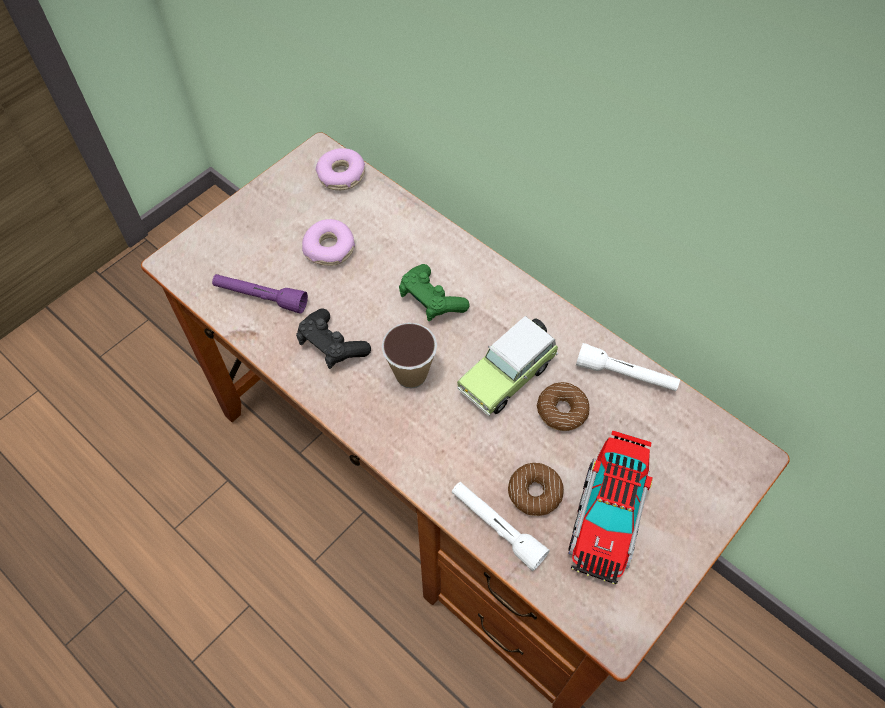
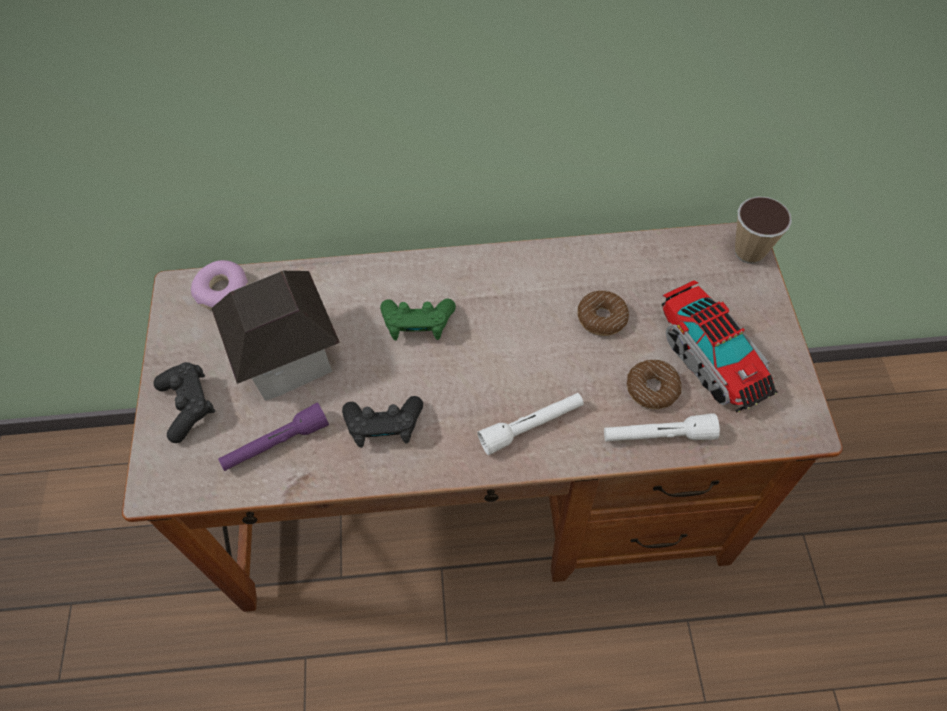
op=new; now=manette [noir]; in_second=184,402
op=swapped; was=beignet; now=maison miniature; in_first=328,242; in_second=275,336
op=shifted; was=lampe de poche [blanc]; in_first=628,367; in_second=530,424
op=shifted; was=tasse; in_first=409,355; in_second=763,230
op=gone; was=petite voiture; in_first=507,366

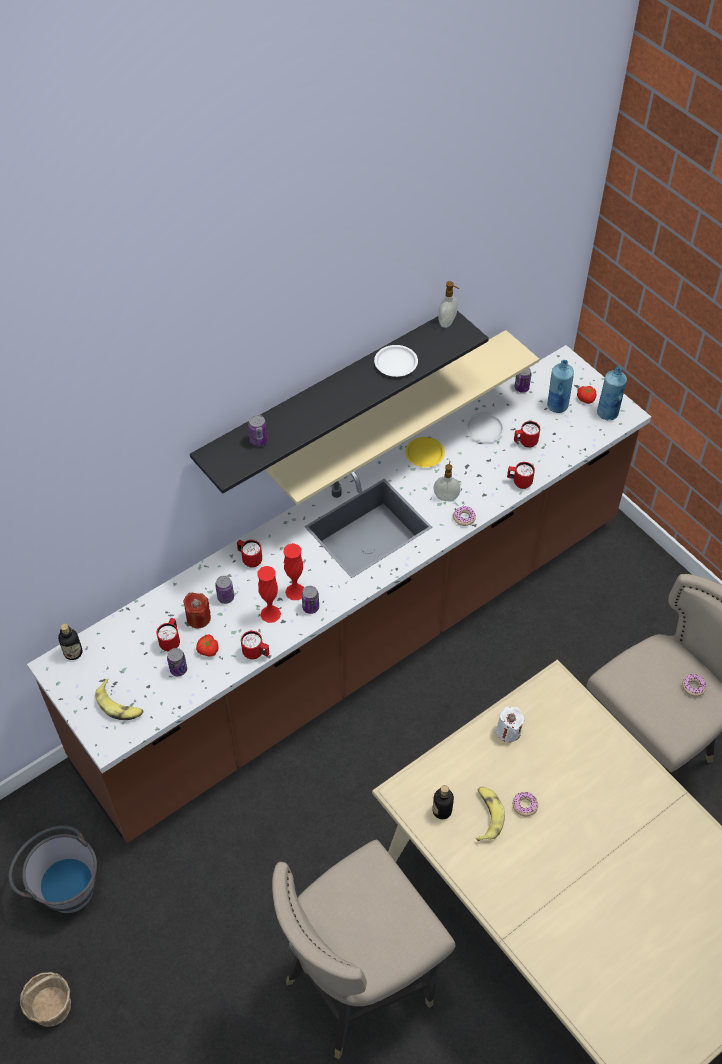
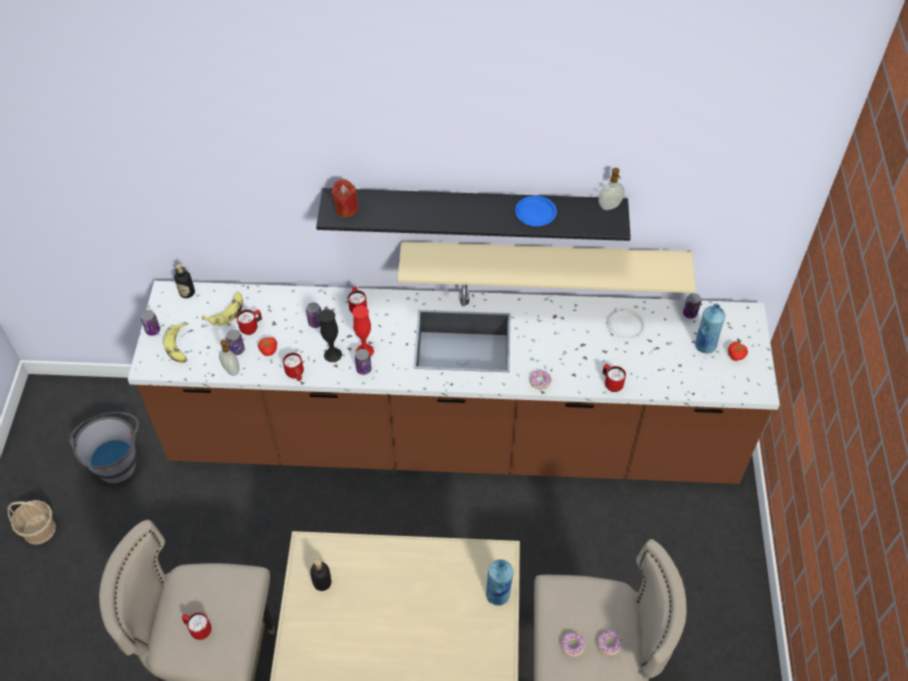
op=shifted; was=boîte métallique; in_first=258,430; in_second=150,323
op=shifted; was=mug [rouge]; in_first=527,434; in_second=196,626
op=shifted; was=banane; in_first=490,814; in_second=222,309
op=shifted; was=distributeur de savon; in_first=447,481; in_second=229,357
op=repainted; was=vase [rouge]; now=vase [noir]; in_first=269,594; in_second=330,335
op=shifted; was=bougie [rouge]; in_first=197,610; in_second=345,198
op=shifted; was=bouteille [bleu]; in_first=612,393; in_second=499,582
op=repainted; was=assiette [blanc]; now=assiette [bleu]; in_first=396,361; in_second=536,211
op=shifted; was=beignet; in_first=525,804; in_second=573,644
op=gone; was=assiette [jaune]; in_first=425,452
op=gone; was=bougie [blanc]; in_first=510,724

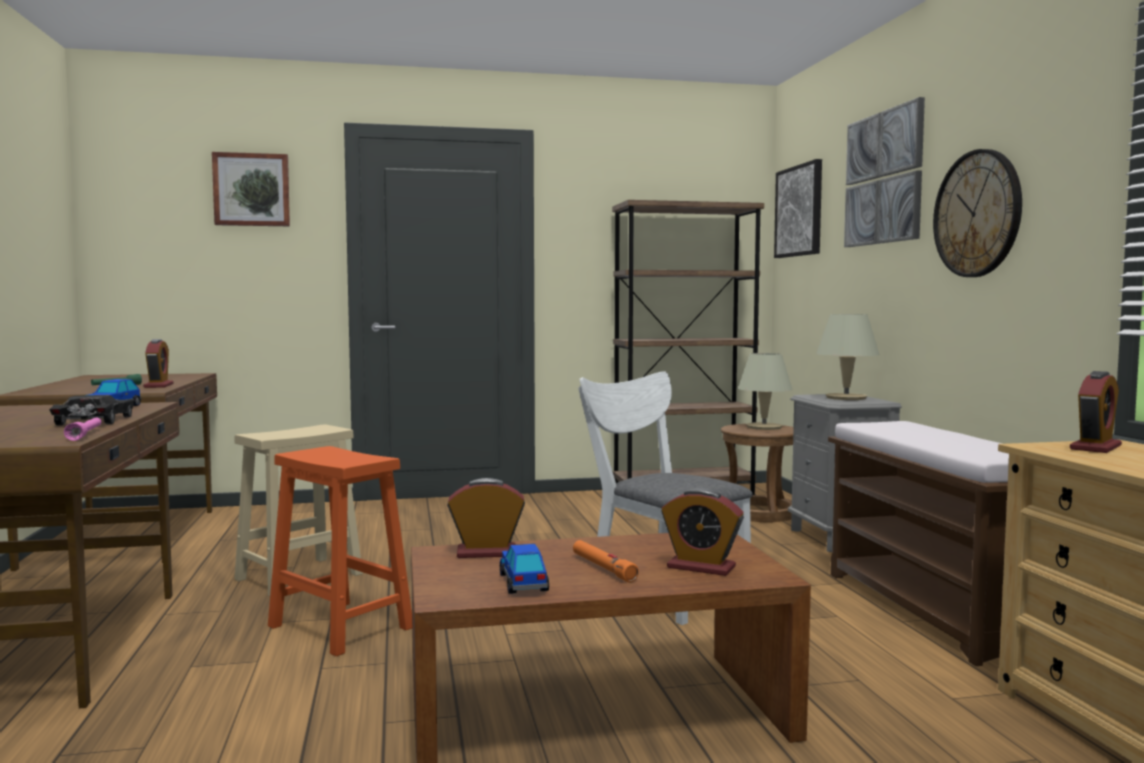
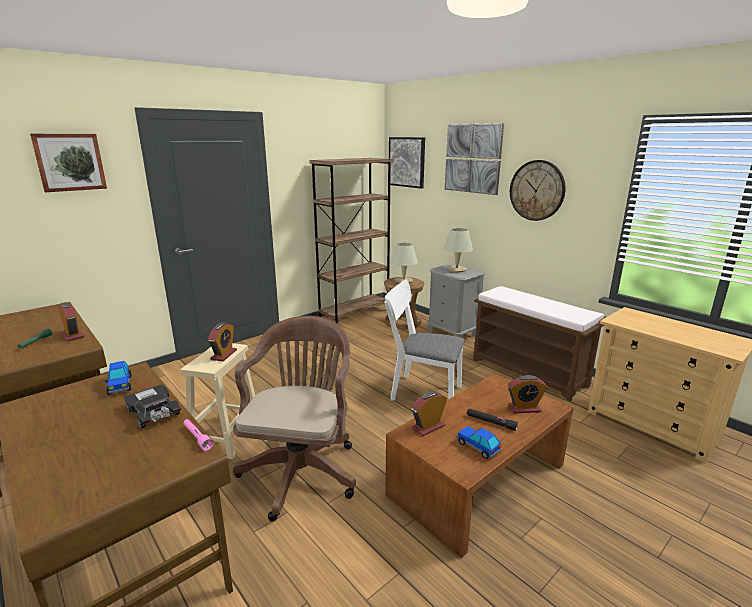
op=shifted; was=réveil; in_first=1096,412; in_second=222,341
op=swapped; was=tabouret [orange]; now=chaise de bureau [marron]; in_first=340,551; in_second=294,419
op=repainted; was=lampe de poche [orange]; now=lampe de poche [noir]; in_first=606,561; in_second=492,420

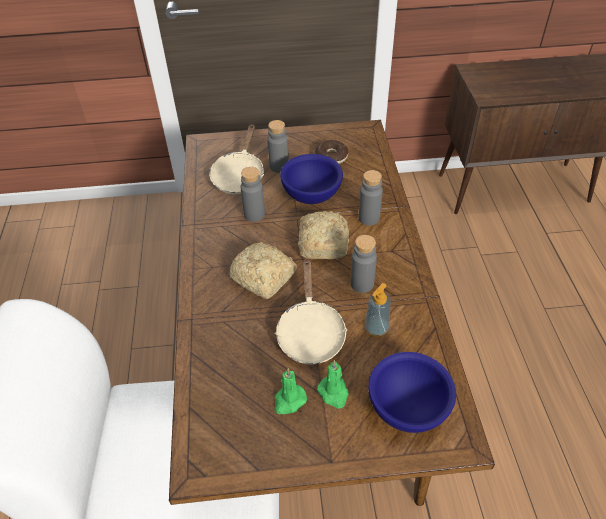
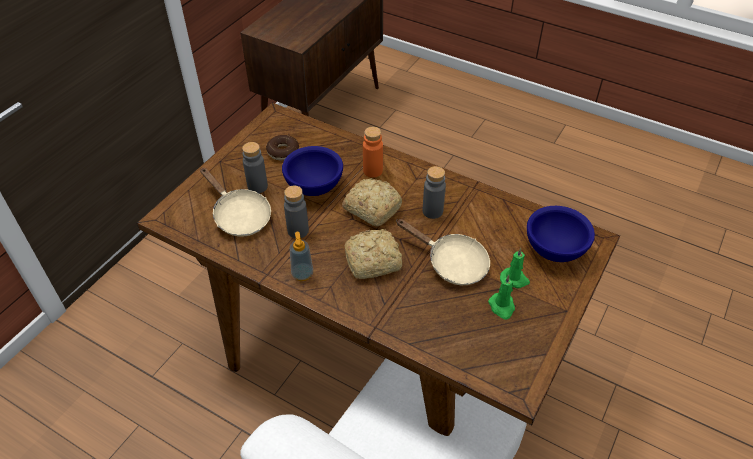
op=shifted; was=distributeur de savon; in_first=378,310; in_second=301,256
op=repainted; was=bouteille [gris]; now=bouteille [orange]; in_first=371,198; in_second=373,152

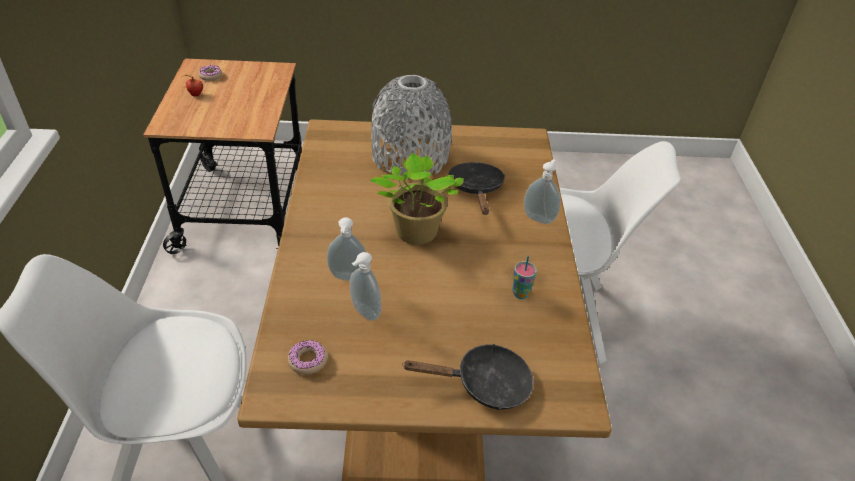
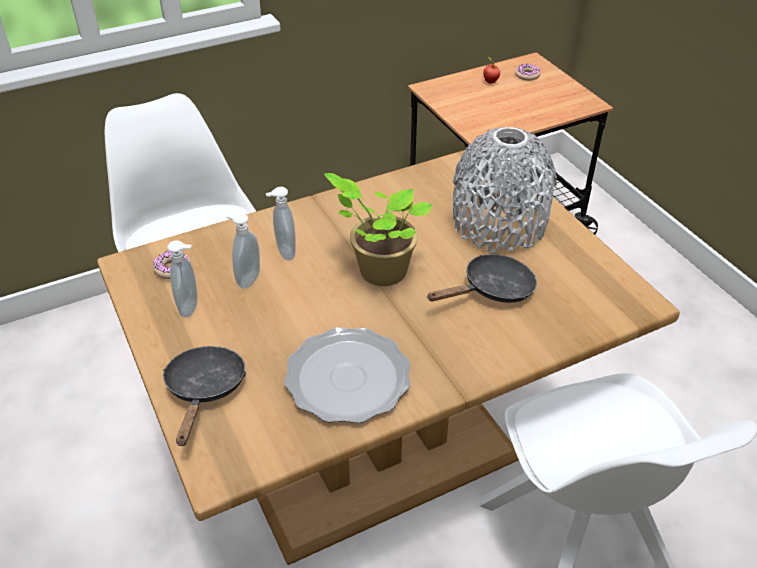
op=rotated; was=poêle [noir]; in_first=468,377; in_second=204,396; clockwise=-150
op=shifted; was=distributeur de savon; in_first=542,191; in_second=182,279
op=swapped; was=tasse; now=assiette; in_first=524,277; in_second=347,375

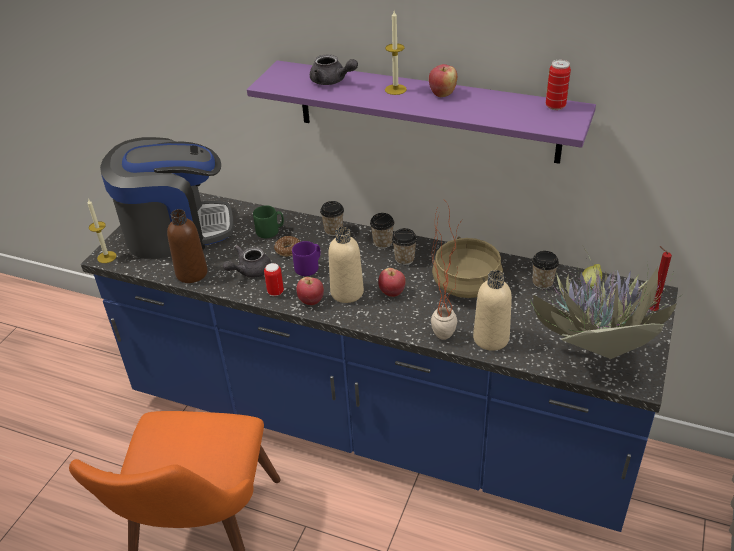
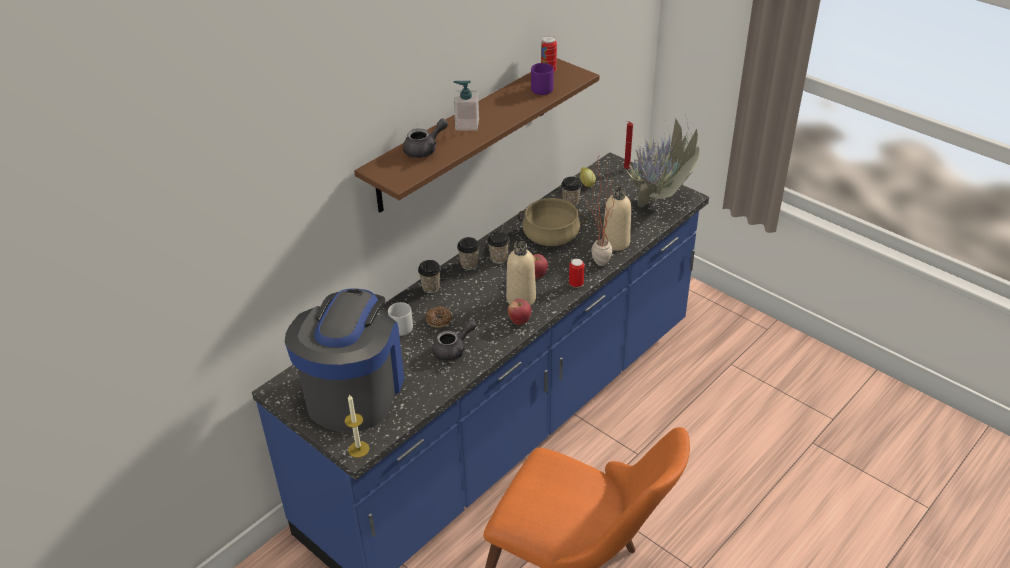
op=repainted; was=étagère [violet]; now=étagère [marron]; in_first=421,112; in_second=477,135
op=repainted; was=mug [vert]; now=mug [gris]; in_first=268,221; in_second=400,319
op=rotated; was=théière [gris]; in_first=247,261; in_second=454,340; clockwise=-105
op=swapped; was=bougie; now=distributeur de savon; in_first=396,53; in_second=466,106
op=shifted; was=mug [violet]; in_first=306,258; in_second=542,79
op=shifted; was=boîte métallique; in_first=274,279; in_second=576,273
op=gone; was=bouteille [marron]; in_first=187,246
op=gone; was=pomme; in_first=443,80

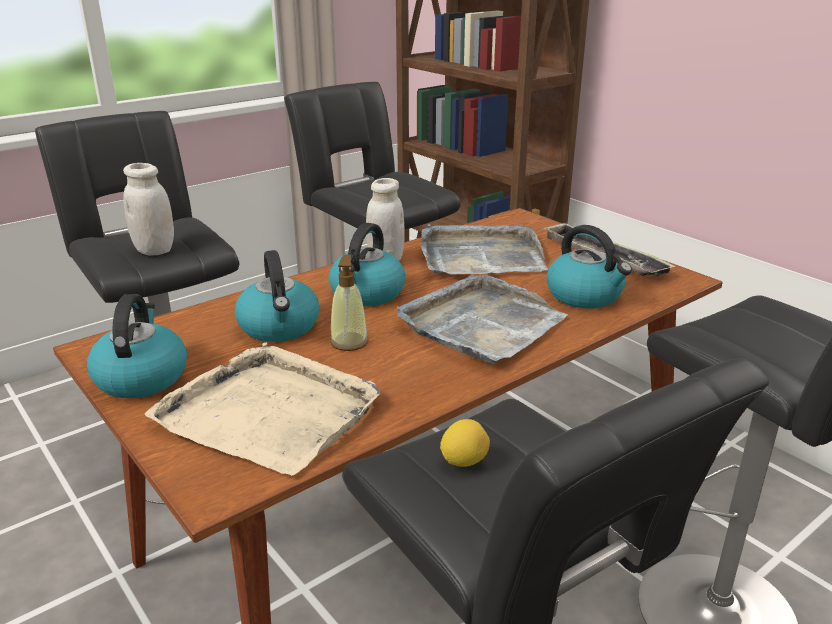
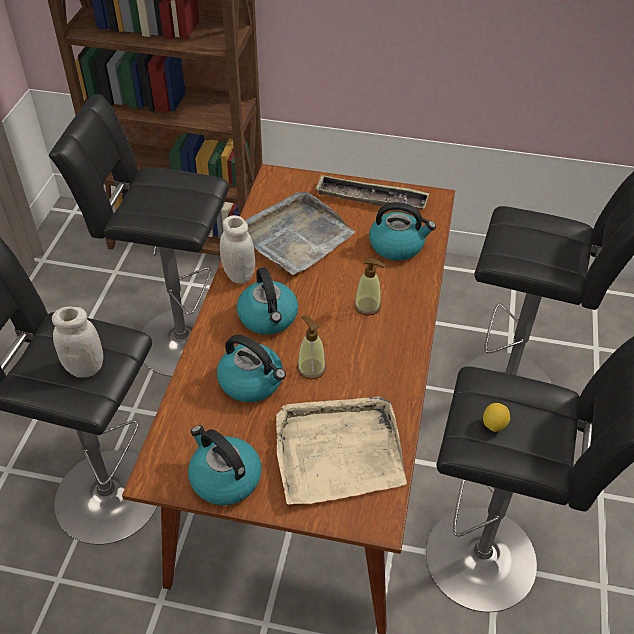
op=swapped; was=plateau [gris]; now=distributeur de savon; in_first=482,319; in_second=370,286

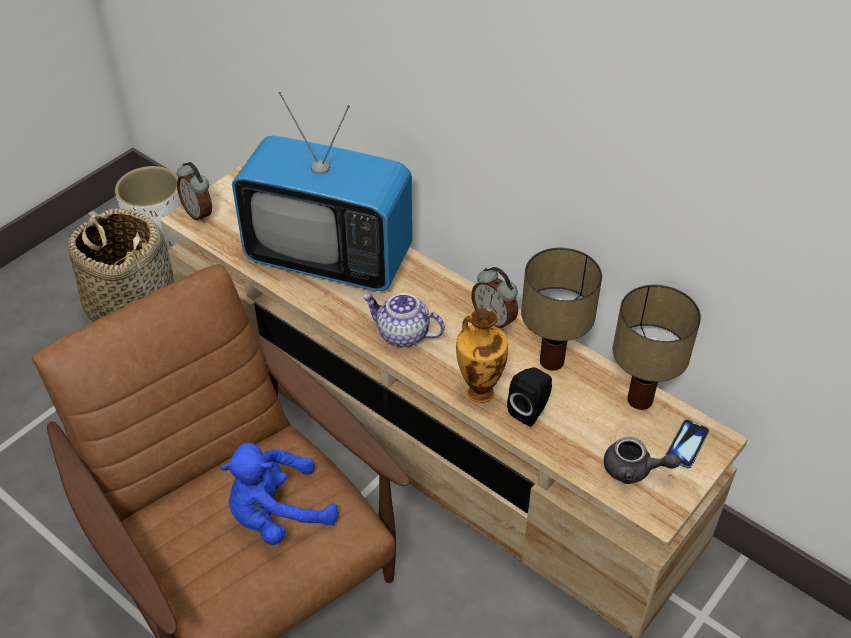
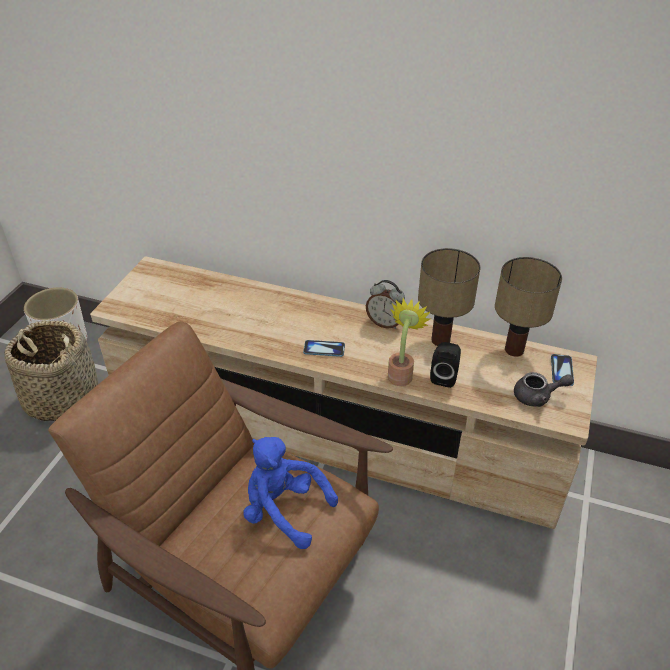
op=rotated; was=peluche [bleu]; in_first=279,494; in_second=290,493; clockwise=75
op=swapped; was=théière; now=téléphone; in_first=403,320; in_second=324,348
op=swapped; was=vase; now=plante en pot; in_first=482,355; in_second=410,342
op=gone; was=réveil; in_first=194,192
op=gone; was=téléviseur; in_first=322,191

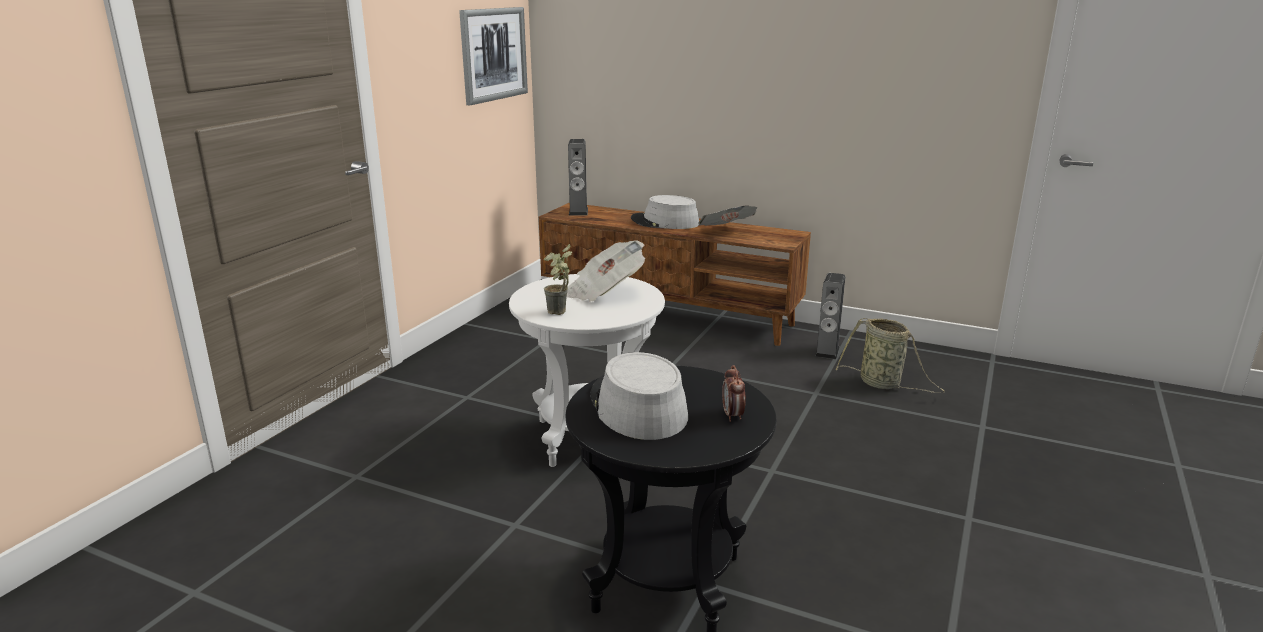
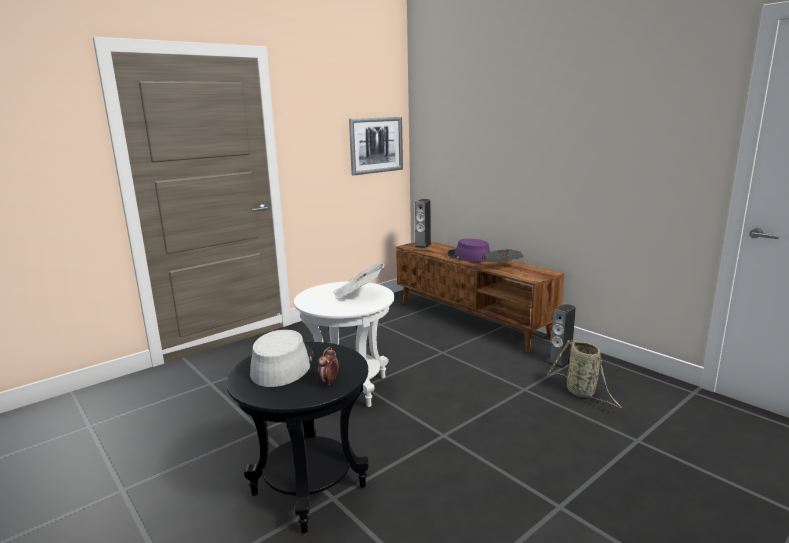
op=repainted; was=chapeau [gris]; now=chapeau [violet]; in_first=665,212; in_second=468,250
op=gone; was=plante en pot; in_first=558,279

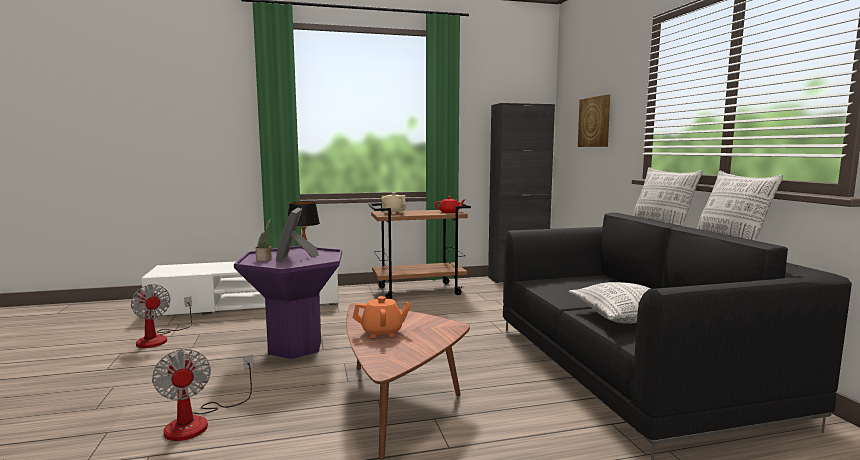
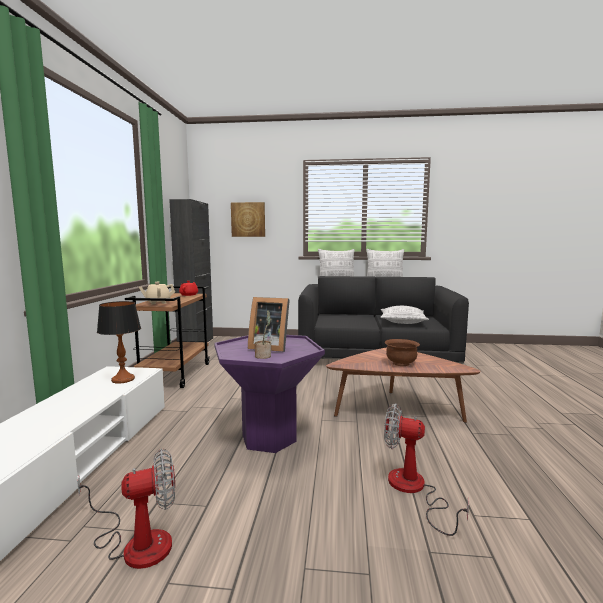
op=rotated; was=ventilateur; in_first=203,395; in_second=426,469; clockwise=-150
op=swapped; was=théière [orange]; now=bol [marron]; in_first=382,317; in_second=402,352

